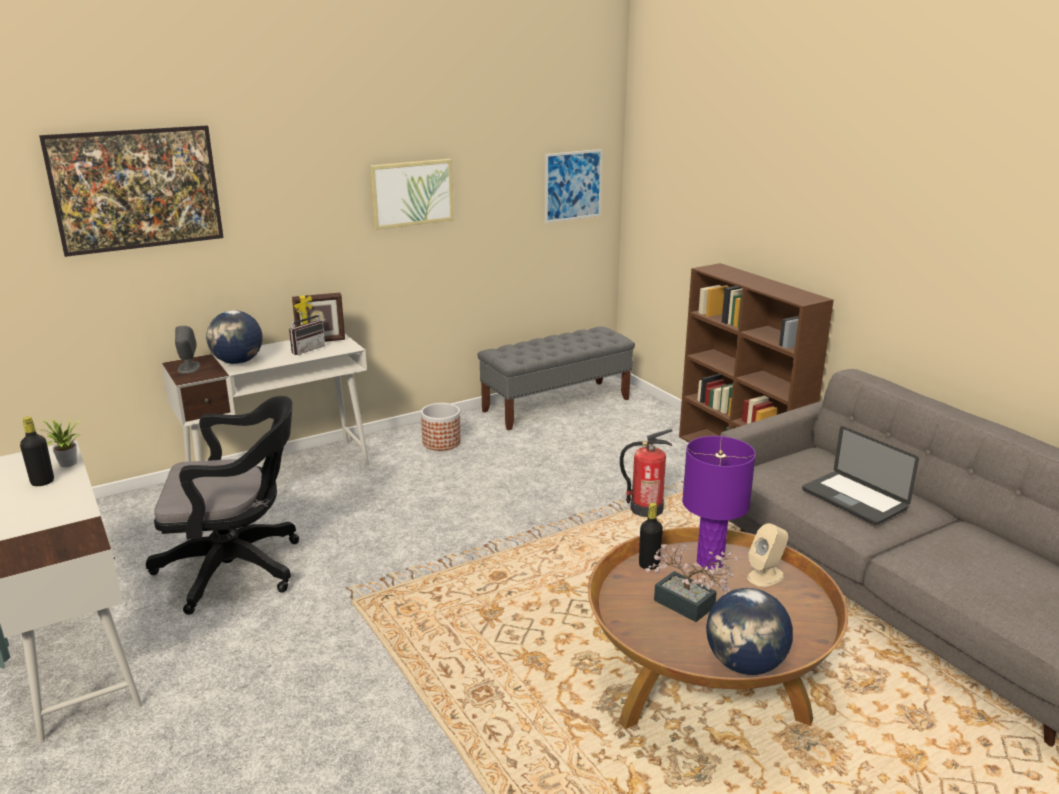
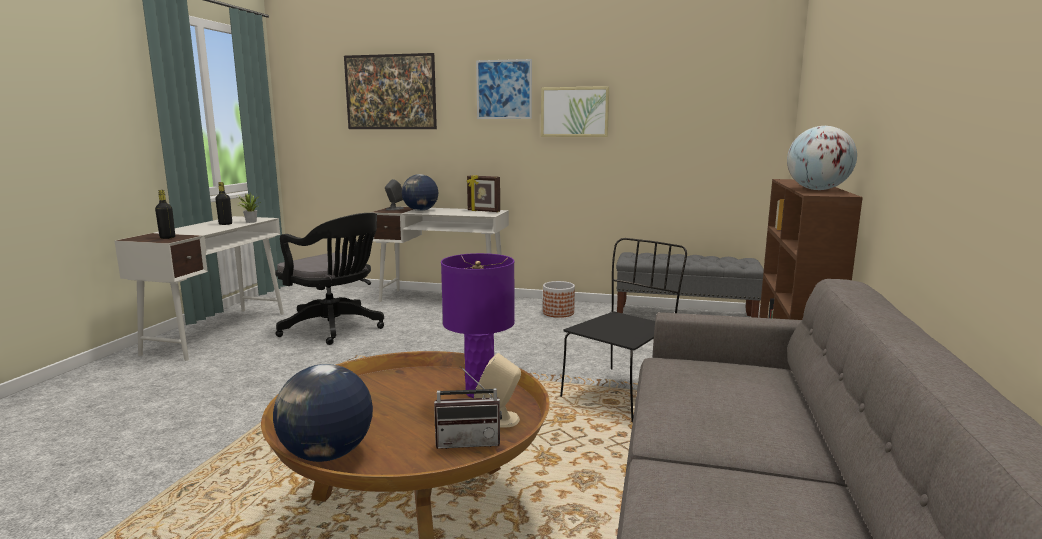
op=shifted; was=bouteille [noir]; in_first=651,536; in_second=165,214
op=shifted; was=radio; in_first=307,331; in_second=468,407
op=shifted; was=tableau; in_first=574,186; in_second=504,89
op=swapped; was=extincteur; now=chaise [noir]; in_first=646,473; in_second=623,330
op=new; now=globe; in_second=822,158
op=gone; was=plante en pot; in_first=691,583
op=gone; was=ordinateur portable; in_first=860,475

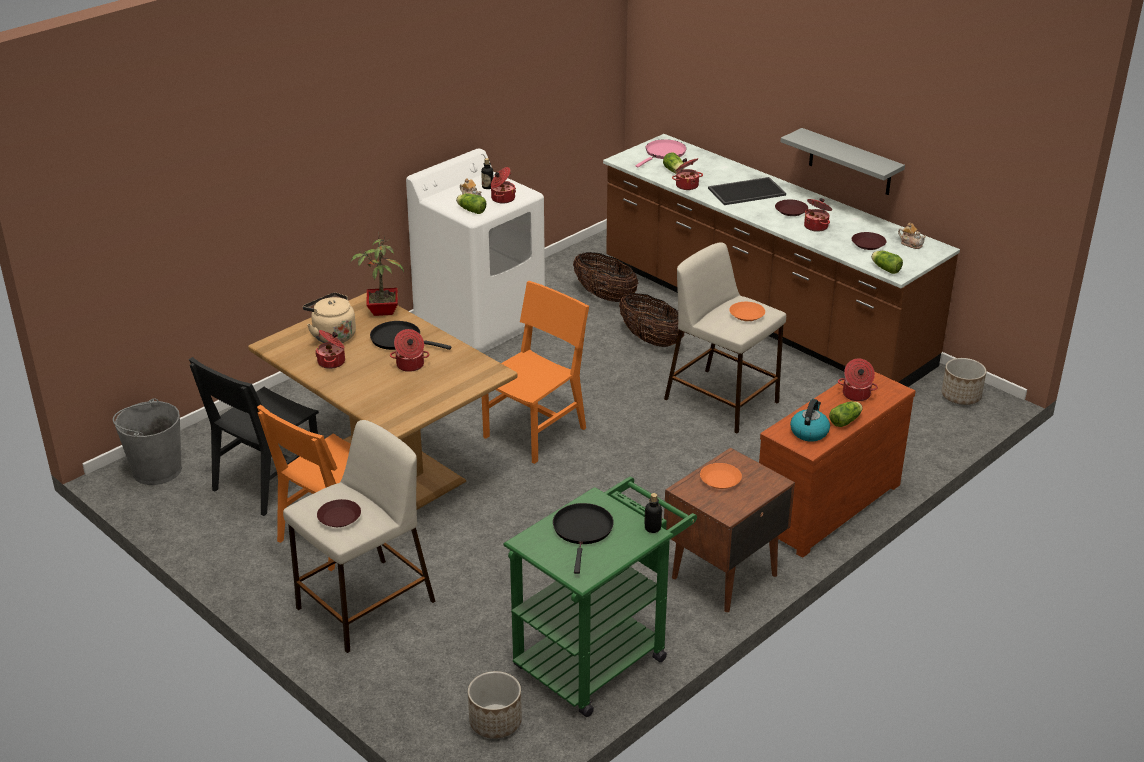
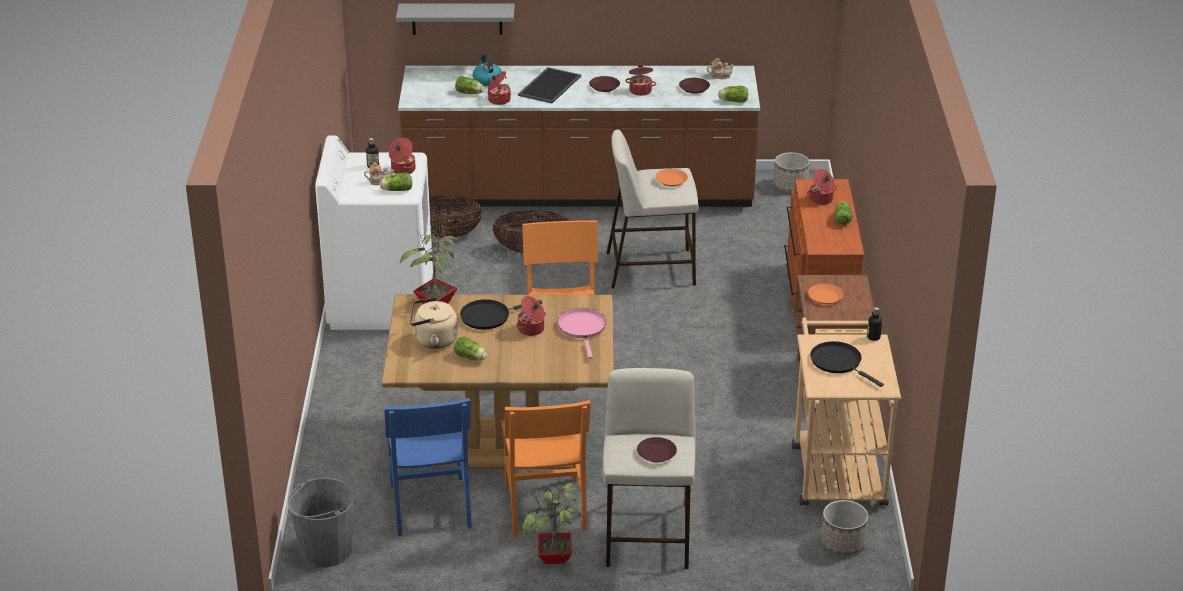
op=repainted; was=chaise [noir]; now=chaise [bleu]; in_first=254,436; in_second=428,467
op=shifted; was=étagère [gris]; in_first=842,161; in_second=455,19
op=swapped; was=marmite; now=laitue; in_first=330,349; in_second=470,348
op=shifted; was=bouilloire; in_first=810,420; in_second=487,70
op=new; now=plante en pot; in_second=552,522
op=shifted; was=poêle [rose]; in_first=661,153; in_second=582,333
op=repainted; was=chariot [vert]; now=chariot [beige]; in_first=600,597; in_second=846,412

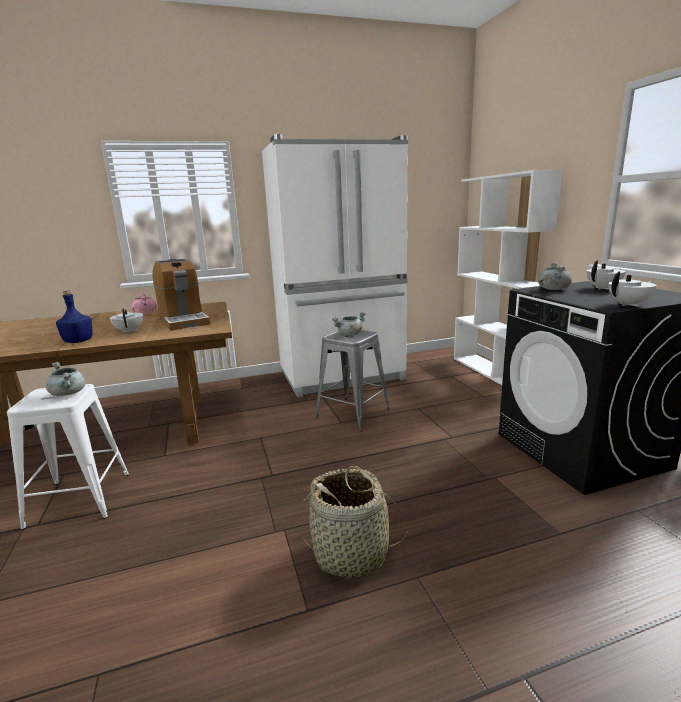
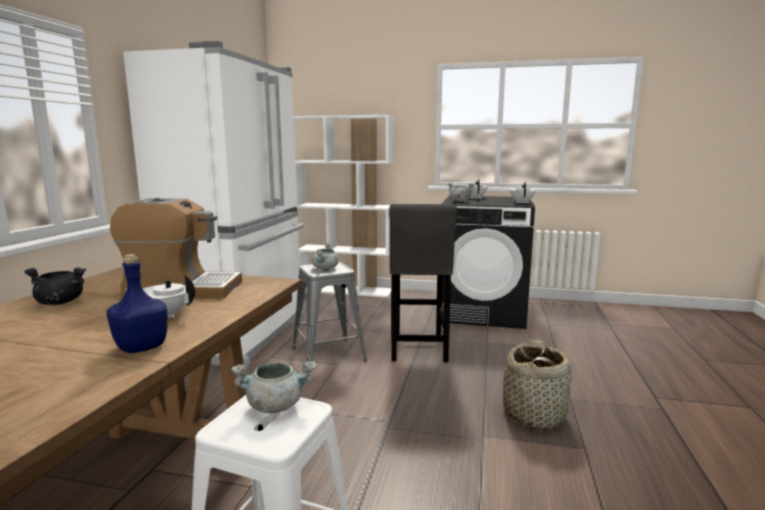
op=repainted; was=marmite [rose]; now=marmite [noir]; in_first=144,304; in_second=55,286
op=new; now=tabouret [gris]; in_second=423,283

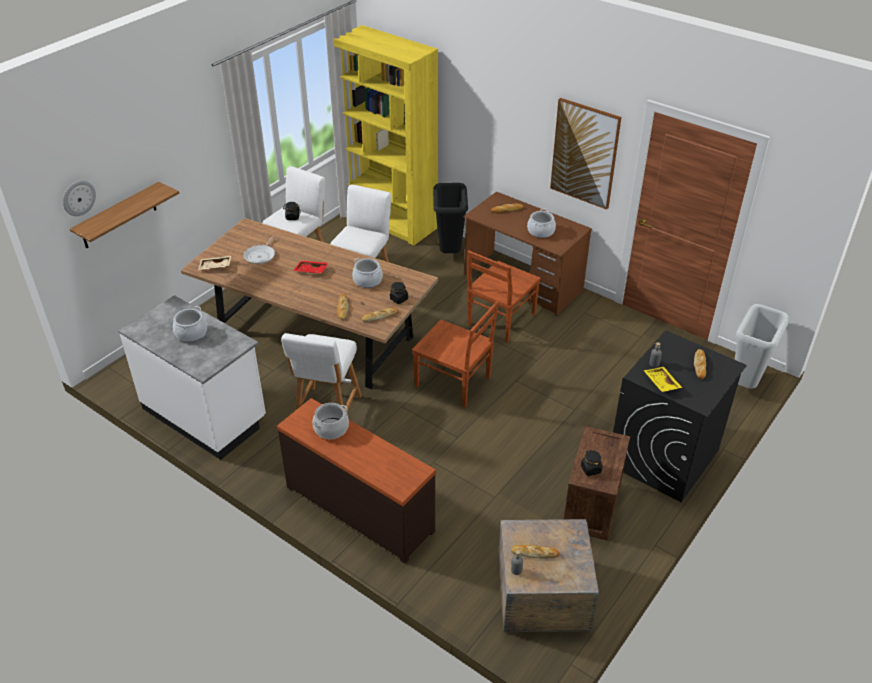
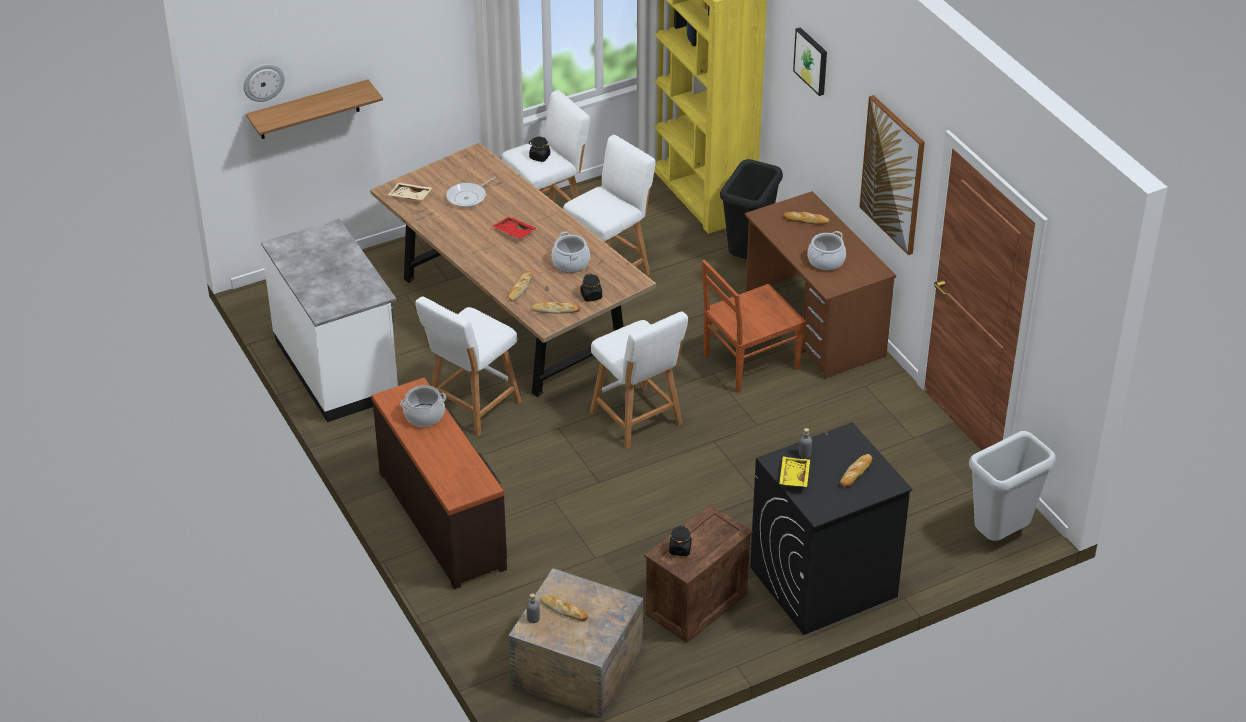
op=swapped; was=chaise [marron]; now=tabouret [blanc]; in_first=455,354; in_second=639,380
op=new; now=tableau; in_second=810,61
op=gone; was=marmite; in_first=190,324

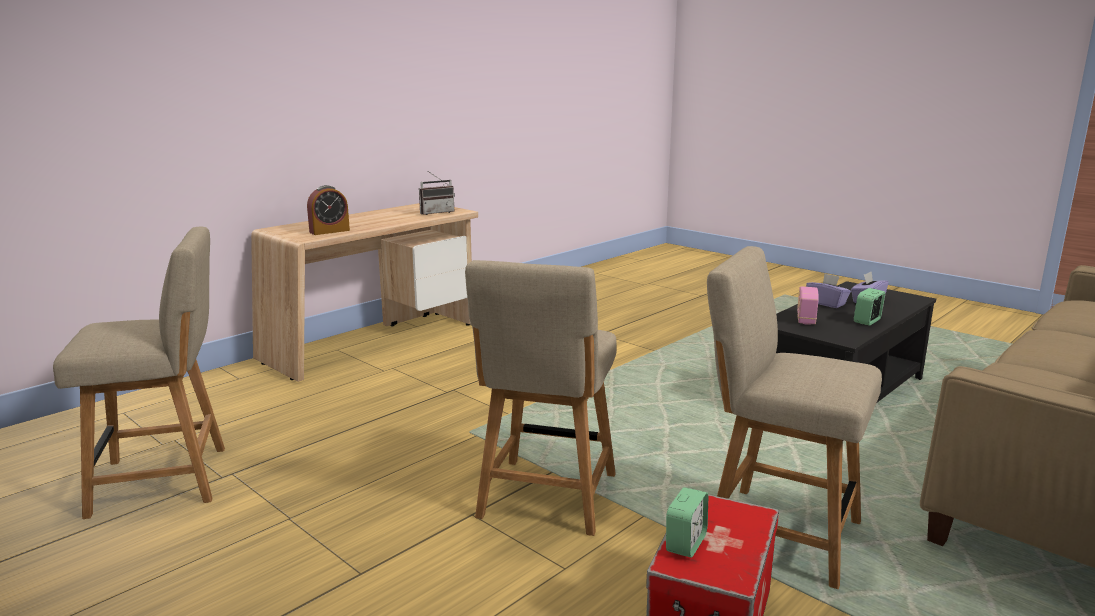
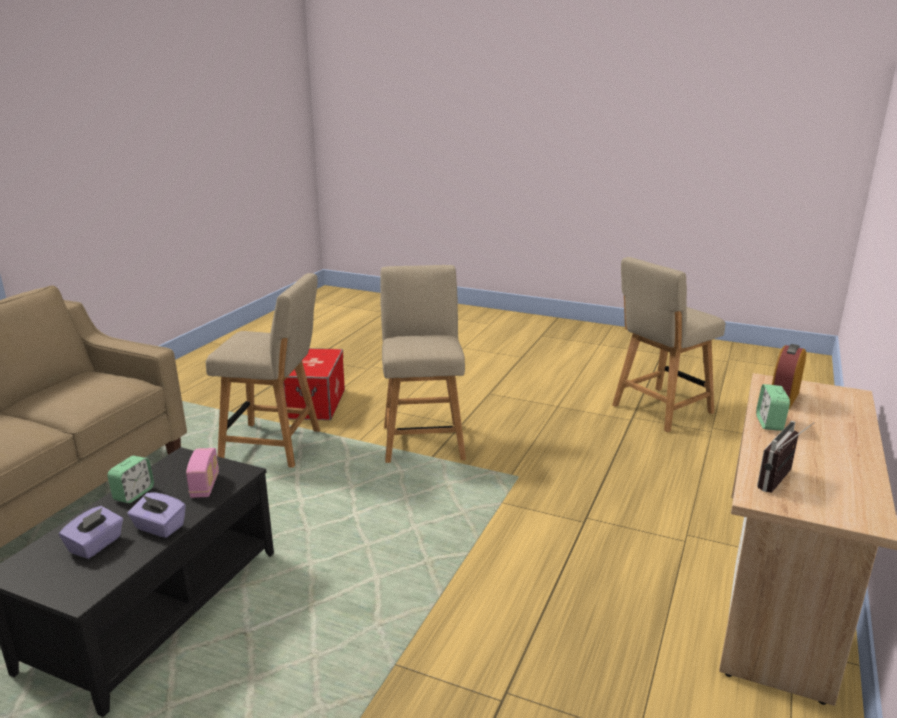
op=shifted; was=réveil; in_first=687,522; in_second=773,407

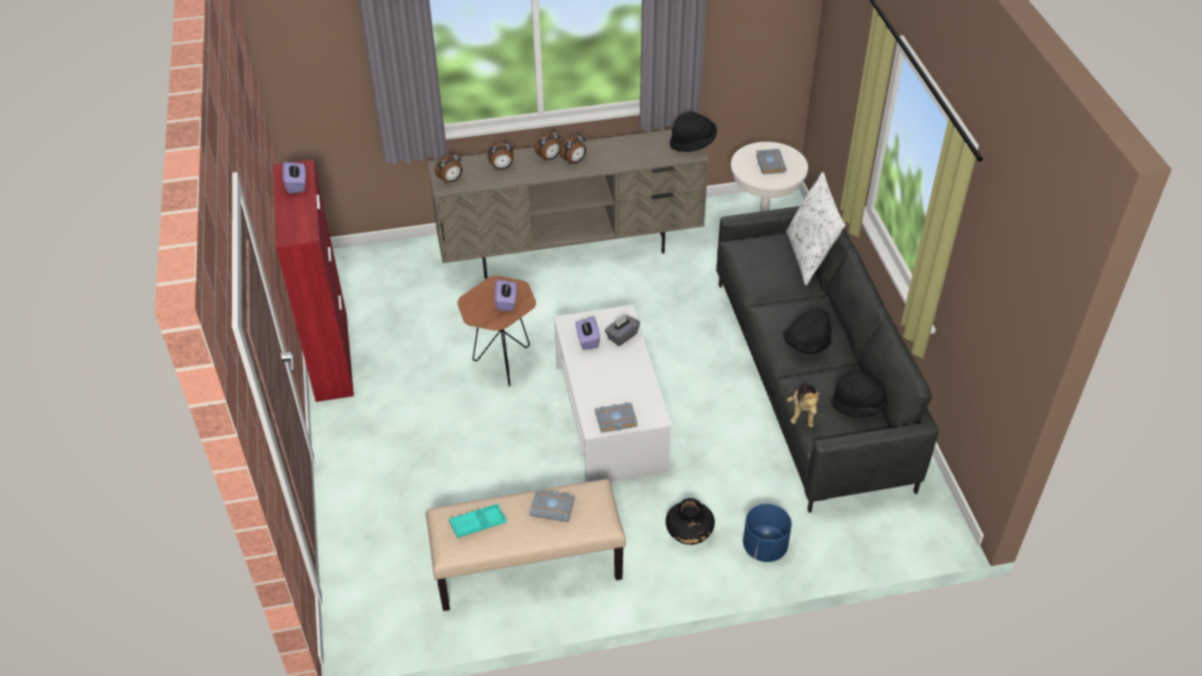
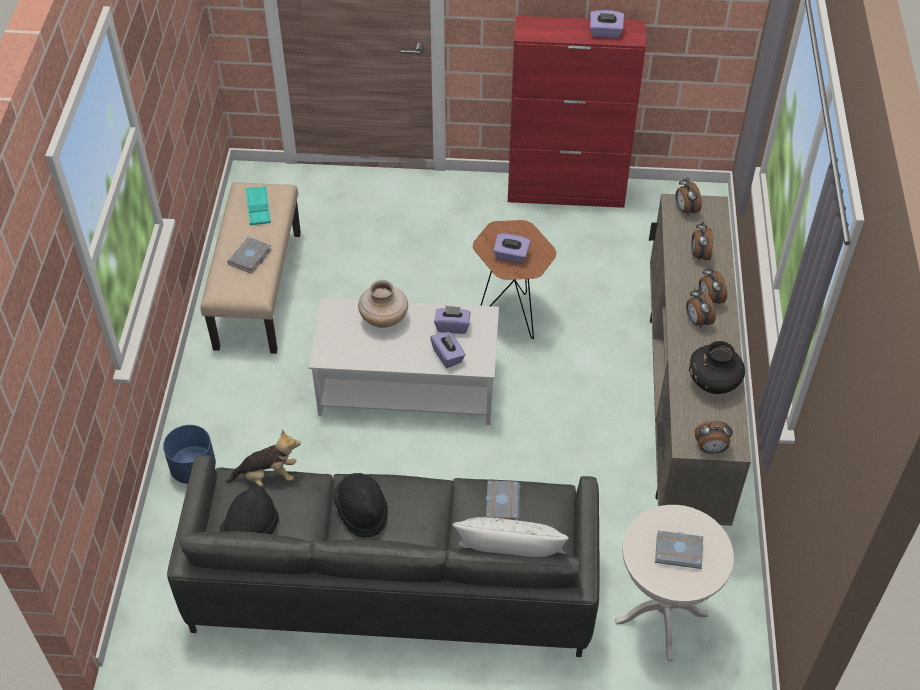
op=rotated; was=peluche; in_first=803,405; in_second=263,458; clockwise=150
op=new; now=vase [beige]; in_second=383,304
op=repainted; was=boîte à mouchoirs [gris]; now=boîte à mouchoirs [violet]; in_first=622,330; in_second=447,350
op=shifted; was=livre [gris]; in_first=616,417; in_second=503,500
op=shifted; was=vase [noir]; in_first=690,521; in_second=717,367
op=swapped; was=chapeau [noir]; now=réveil; in_first=693,131; in_second=714,437

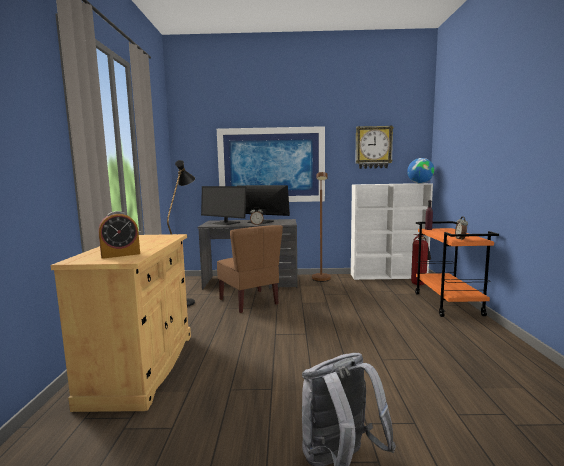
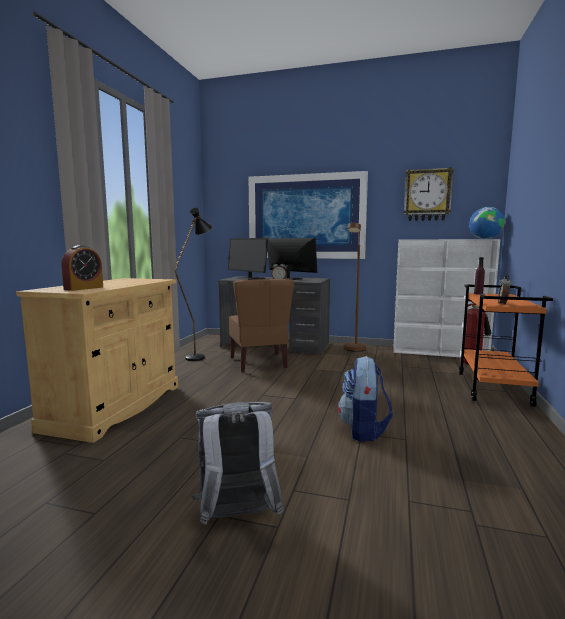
op=rotated; was=réveil; in_first=119,235; in_second=82,268; clockwise=-45
op=new; now=sac à dos; in_second=365,399

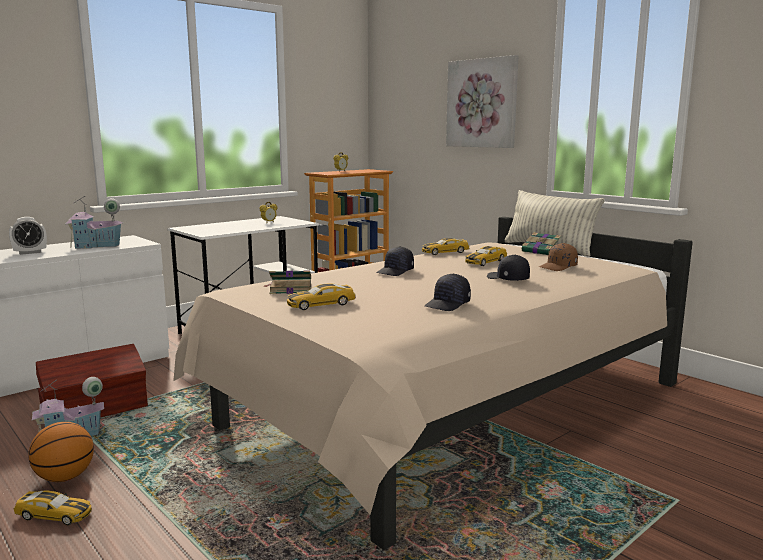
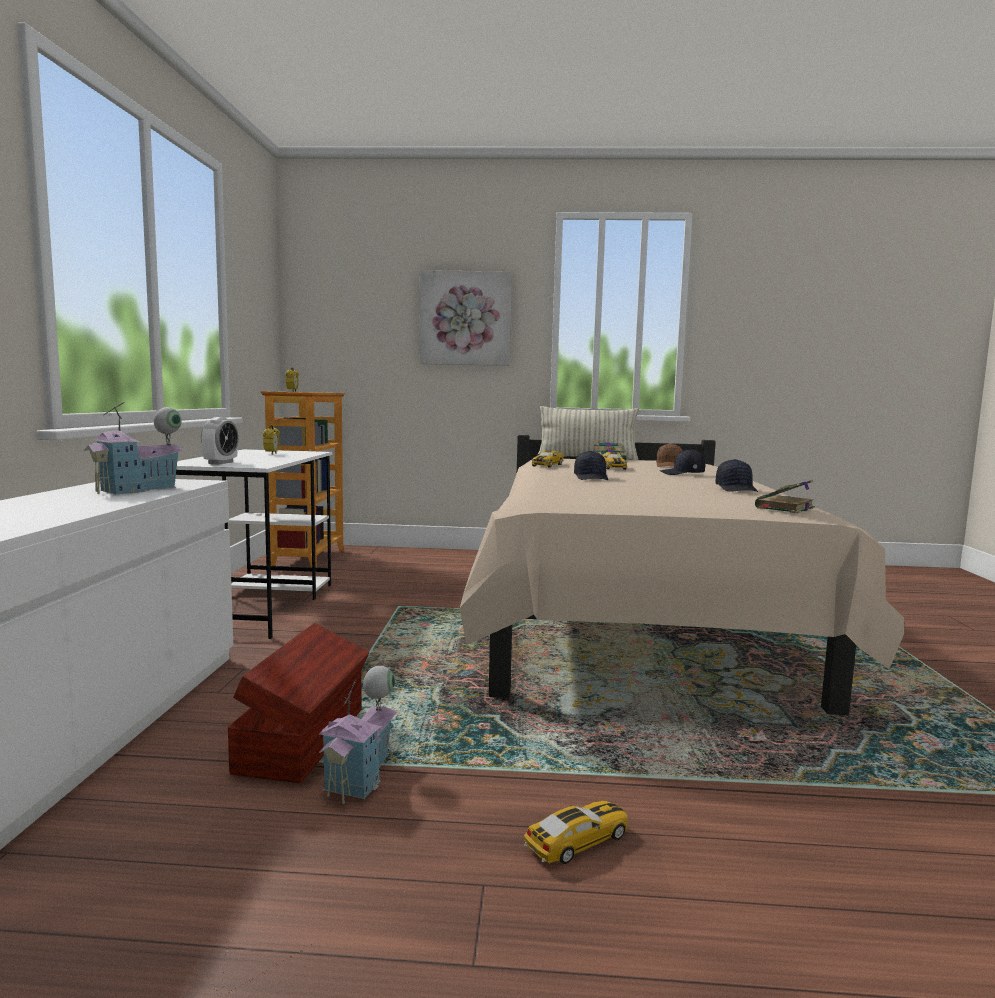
op=shifted; was=réveil; in_first=28,236; in_second=220,440
op=shifted; was=livre; in_first=287,282; in_second=785,496
op=gone; was=ballon de basket; in_first=61,452
op=gone; was=petite voiture; in_first=321,296

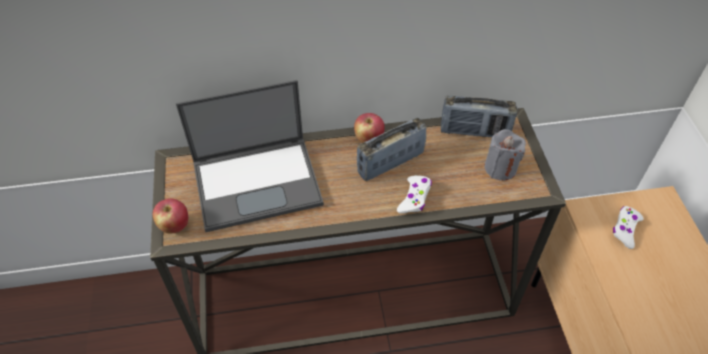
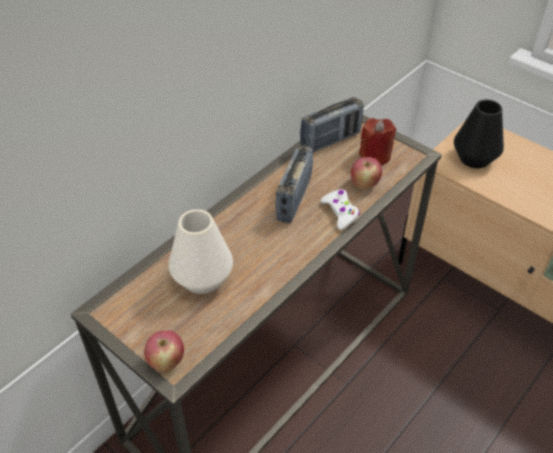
op=swapped; was=ordinateur portable; now=vase [blanc]; in_first=250,156; in_second=201,251
op=shifted; was=pomme; in_first=369,128; in_second=366,173
op=repainted; was=bougie [gris]; now=bougie [rouge]; in_first=505,155; in_second=377,141
op=swapped; was=manette [blanc]; now=vase [noir]; in_first=628,227; in_second=479,134

